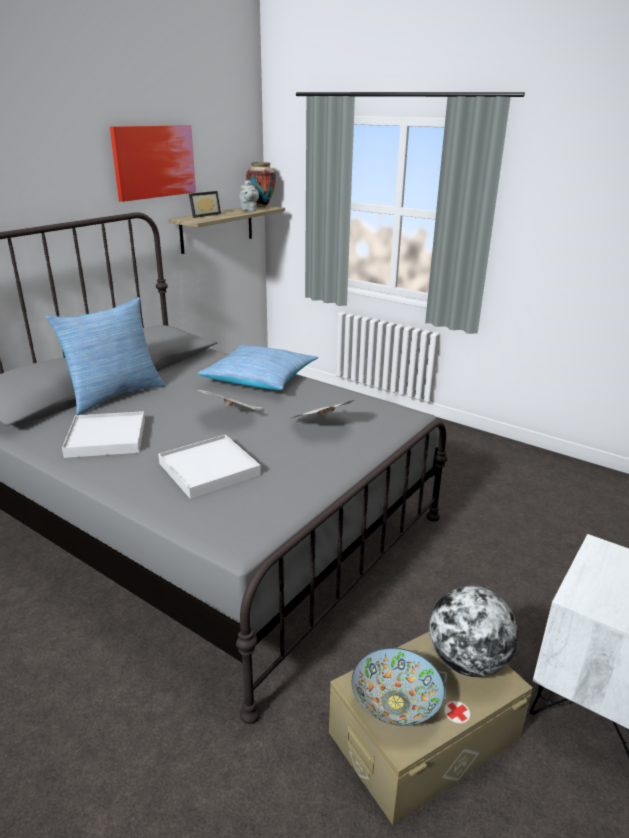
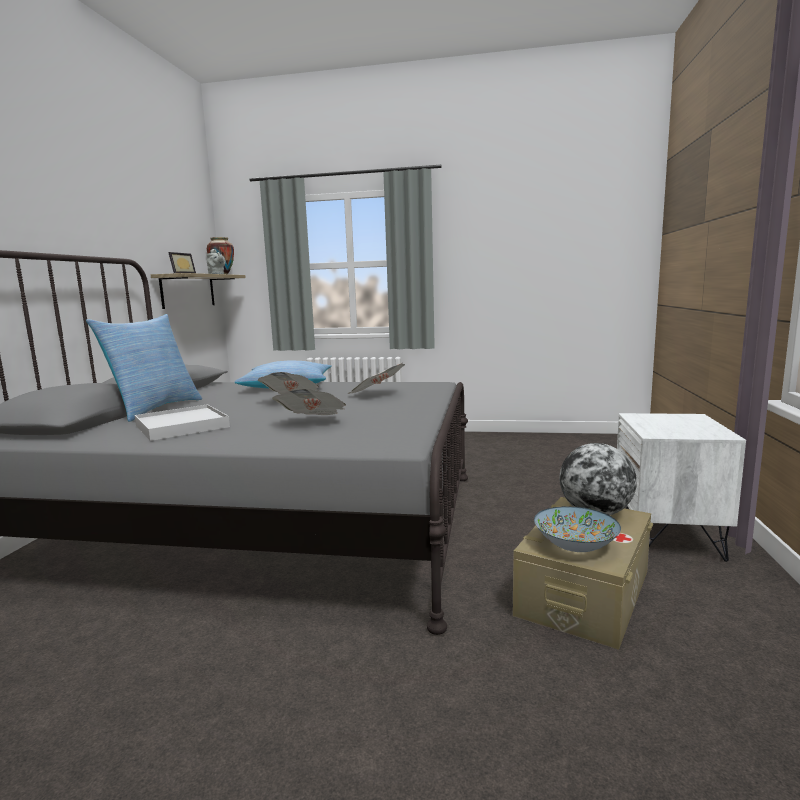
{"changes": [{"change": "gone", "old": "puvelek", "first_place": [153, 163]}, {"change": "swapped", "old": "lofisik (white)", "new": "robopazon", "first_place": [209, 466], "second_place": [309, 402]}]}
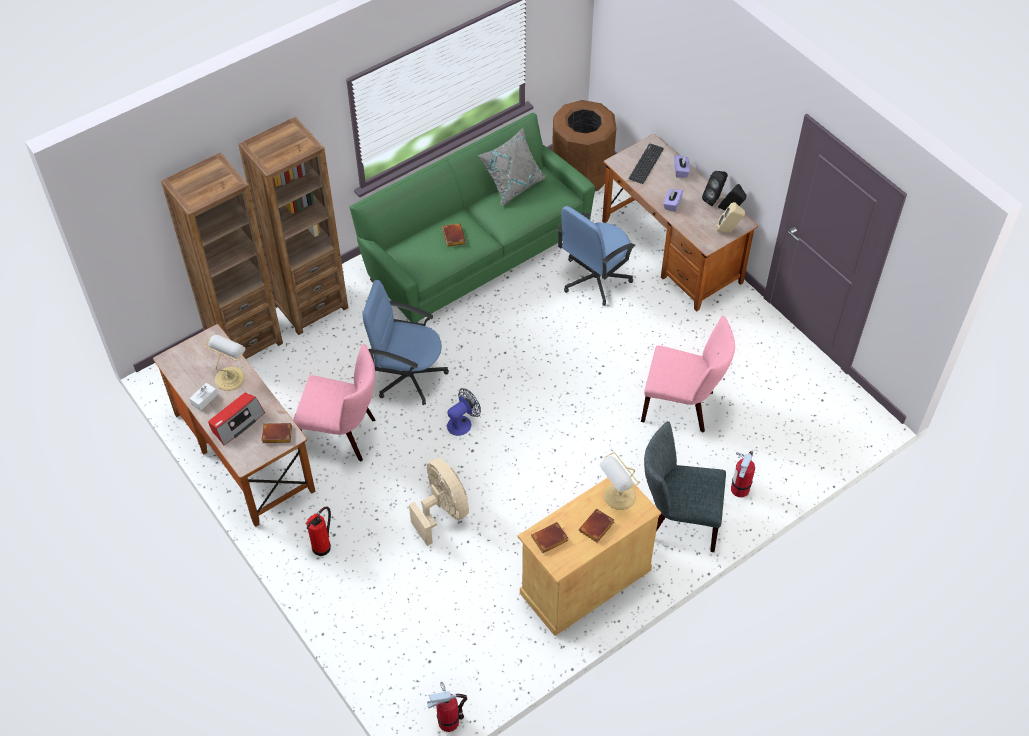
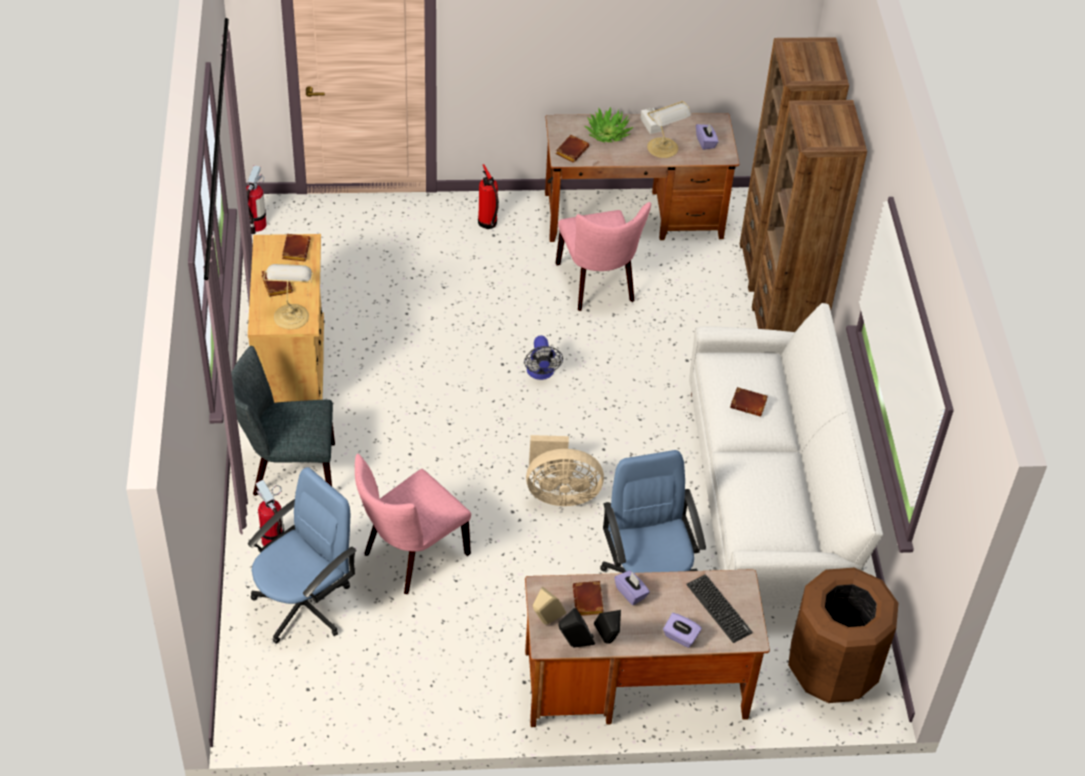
{"changes": [{"change": "gone", "old": "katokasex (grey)", "first_place": [512, 166]}, {"change": "new", "new": "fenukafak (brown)", "second_place": [588, 598]}, {"change": "new", "new": "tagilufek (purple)", "second_place": [707, 136]}, {"change": "shifted", "old": "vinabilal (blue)", "first_place": [405, 342], "second_place": [302, 555]}, {"change": "shifted", "old": "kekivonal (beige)", "first_place": [439, 502], "second_place": [565, 470]}, {"change": "swapped", "old": "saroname", "new": "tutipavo", "first_place": [236, 419], "second_place": [609, 124]}, {"change": "repainted", "old": "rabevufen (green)", "new": "rabevufen (white)", "first_place": [472, 218], "second_place": [786, 454]}, {"change": "rotated", "old": "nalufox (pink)", "first_place": [334, 403], "second_place": [603, 256], "degrees": -60}, {"change": "rotated", "old": "nalufox (grey)", "first_place": [685, 486], "second_place": [283, 421], "degrees": -135}]}
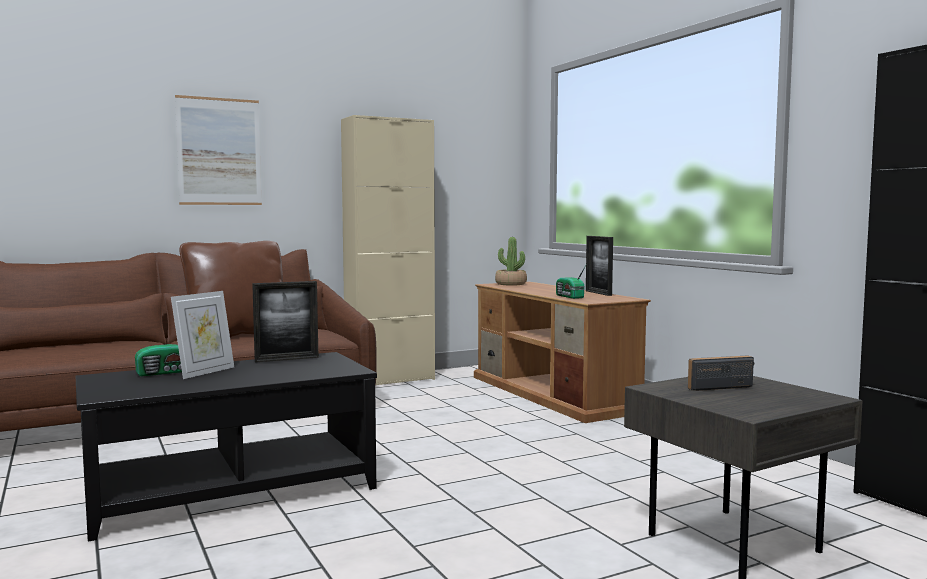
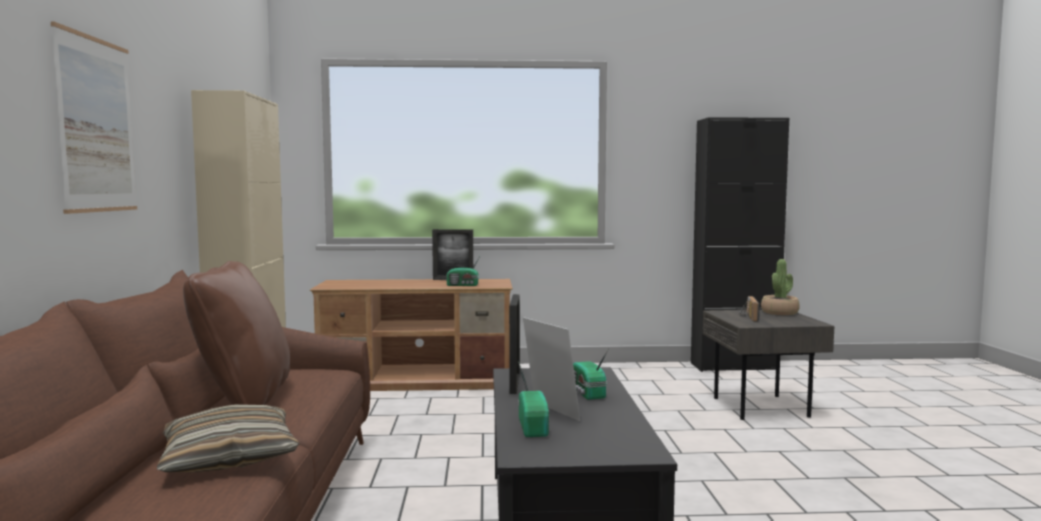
{"changes": [{"change": "new", "new": "katokasex", "second_place": [228, 438]}, {"change": "new", "new": "saroname", "second_place": [591, 374]}, {"change": "shifted", "old": "tutipavo", "first_place": [511, 261], "second_place": [780, 287]}]}
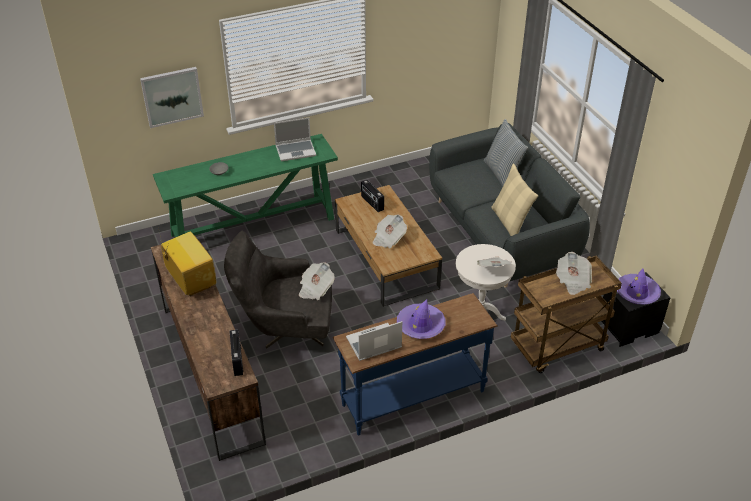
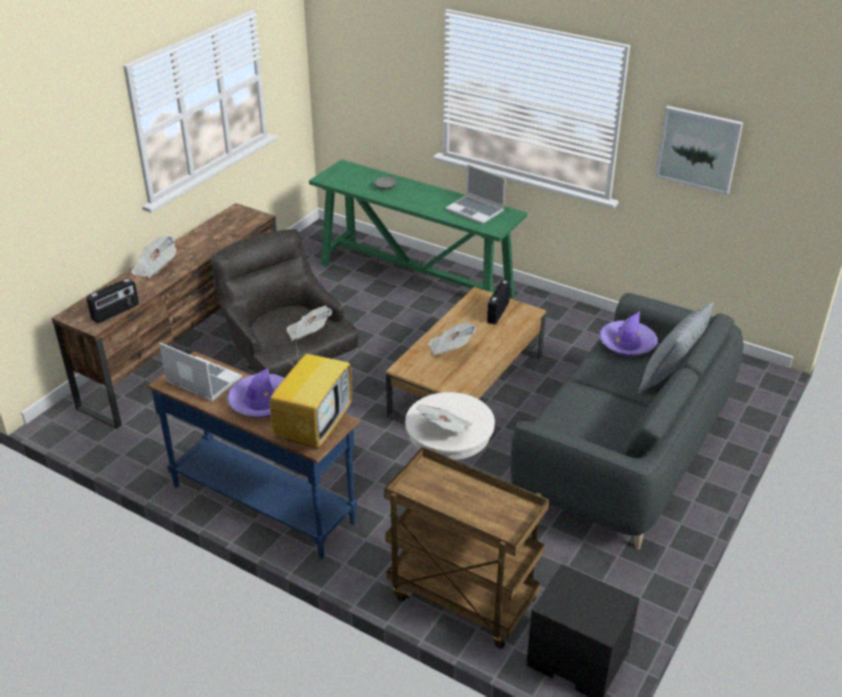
{"changes": [{"change": "gone", "old": "katokasex (beige)", "first_place": [514, 200]}, {"change": "shifted", "old": "puvelek", "first_place": [172, 97], "second_place": [699, 150]}, {"change": "shifted", "old": "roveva", "first_place": [187, 264], "second_place": [311, 389]}, {"change": "shifted", "old": "robopazon", "first_place": [574, 273], "second_place": [154, 257]}, {"change": "shifted", "old": "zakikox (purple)", "first_place": [639, 286], "second_place": [628, 333]}]}
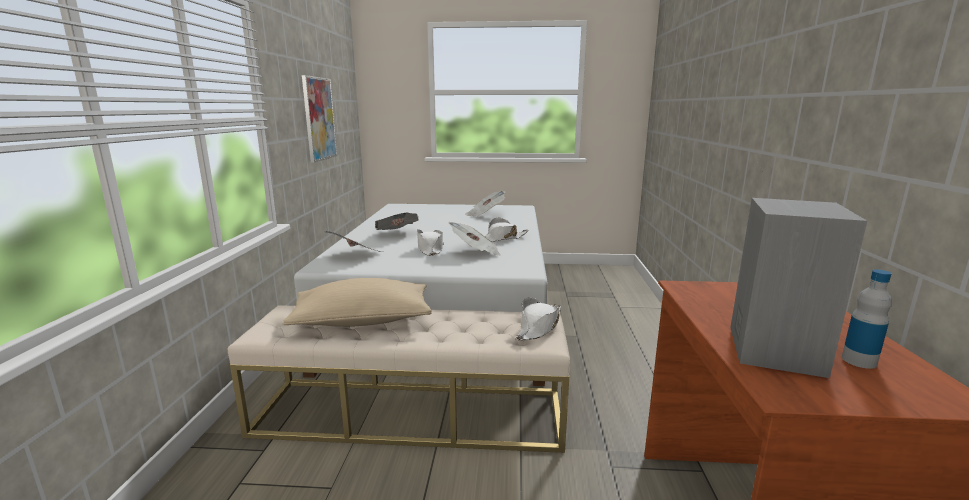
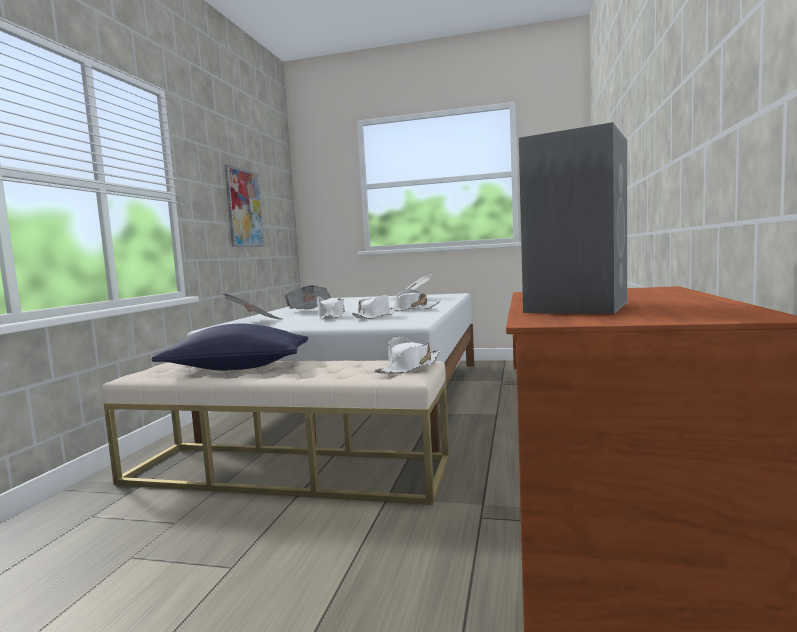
{"changes": [{"change": "gone", "old": "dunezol", "first_place": [867, 319]}, {"change": "swapped", "old": "robopazon", "new": "zakikox (white)", "first_place": [474, 239], "second_place": [374, 307]}, {"change": "repainted", "old": "katokasex (beige)", "new": "katokasex (blue)", "first_place": [357, 302], "second_place": [229, 347]}]}
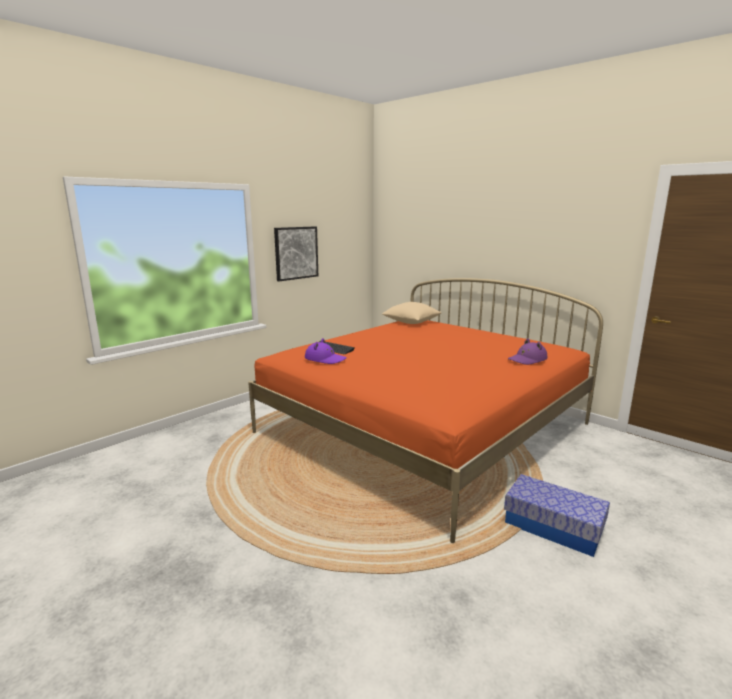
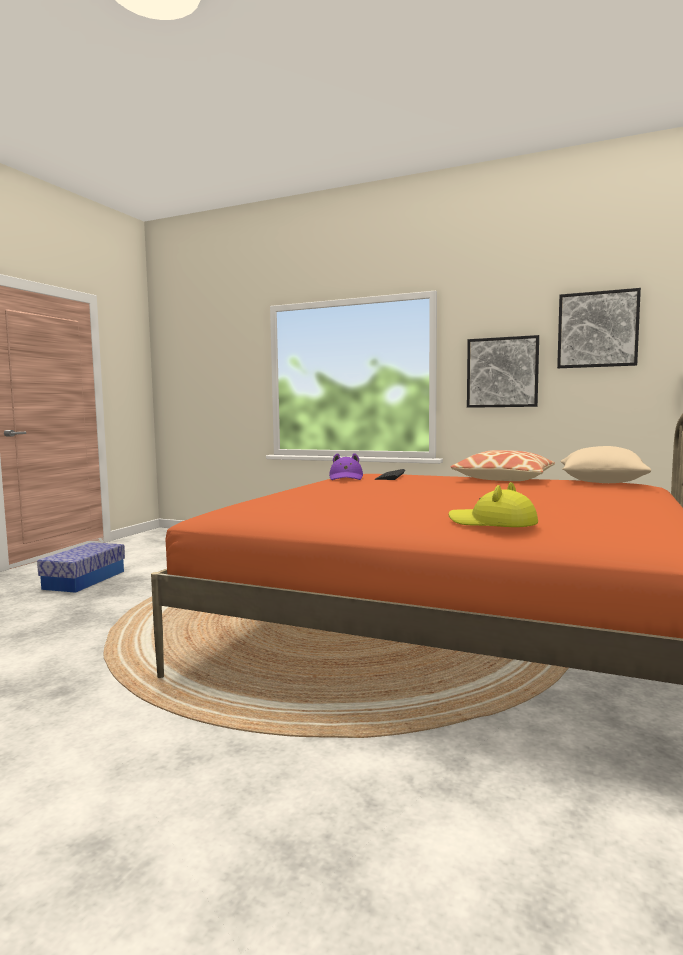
{"changes": [{"change": "new", "new": "katokasex", "second_place": [502, 465]}, {"change": "new", "new": "puvelek", "second_place": [599, 328]}, {"change": "shifted", "old": "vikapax", "first_place": [557, 515], "second_place": [81, 567]}, {"change": "repainted", "old": "zakikox (purple)", "new": "zakikox (yellow)", "first_place": [528, 352], "second_place": [493, 504]}]}
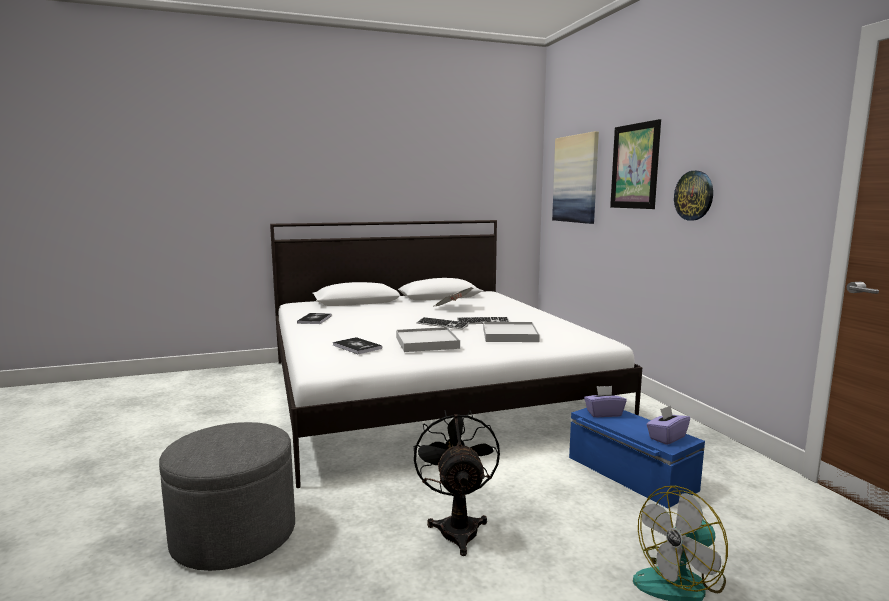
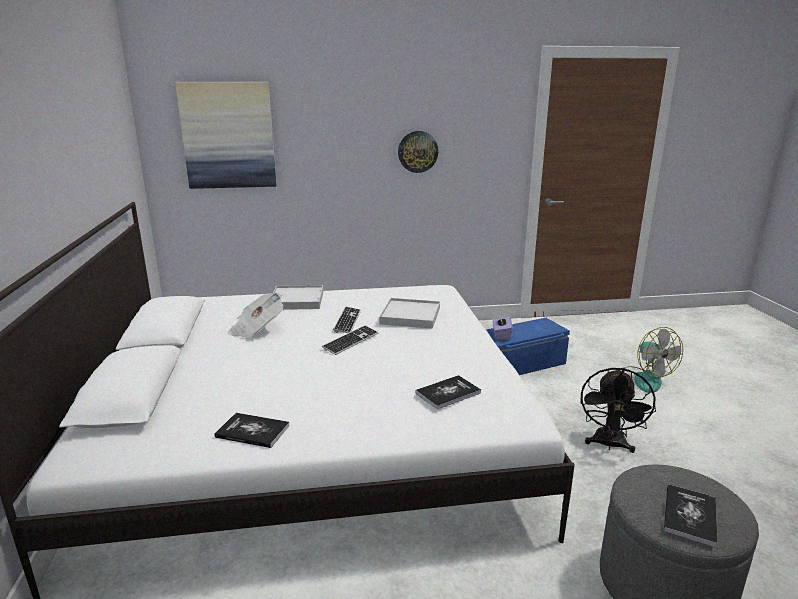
{"changes": [{"change": "gone", "old": "puvelek", "first_place": [635, 164]}, {"change": "gone", "old": "tagilufek (purple)", "first_place": [668, 425]}, {"change": "new", "new": "fenukafak", "second_place": [691, 515]}, {"change": "shifted", "old": "lofisik (white)", "first_place": [428, 339], "second_place": [298, 297]}, {"change": "rotated", "old": "kekivonal (black)", "first_place": [457, 483], "second_place": [618, 410], "degrees": -75}]}
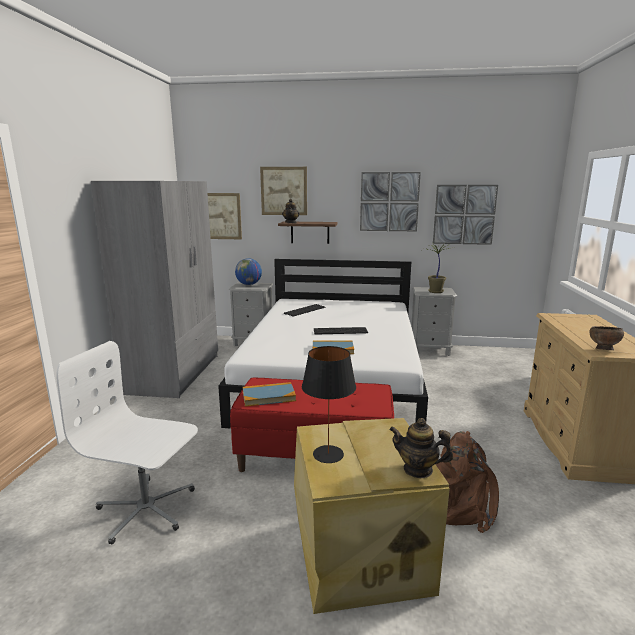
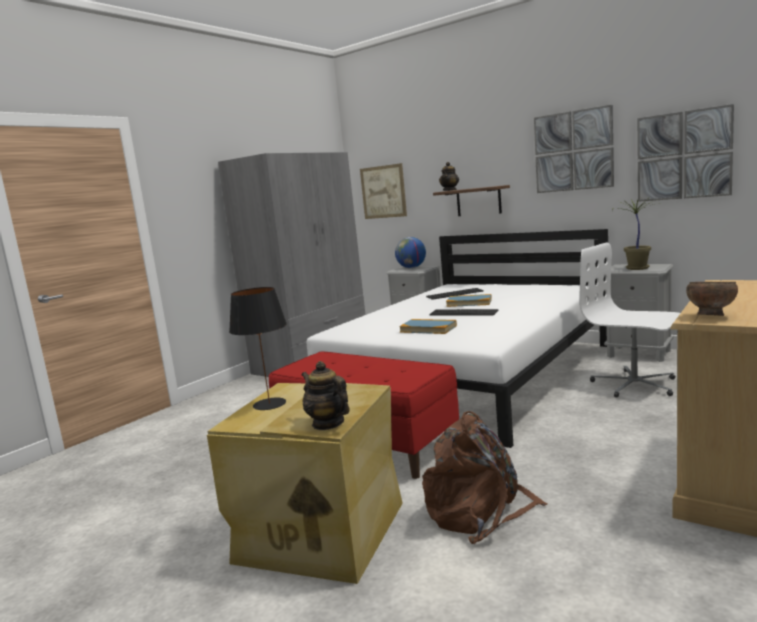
{"changes": [{"change": "gone", "old": "puvelek", "first_place": [283, 191]}, {"change": "shifted", "old": "vinabilal (white)", "first_place": [127, 443], "second_place": [630, 320]}, {"change": "shifted", "old": "fenukafak", "first_place": [269, 394], "second_place": [469, 300]}]}
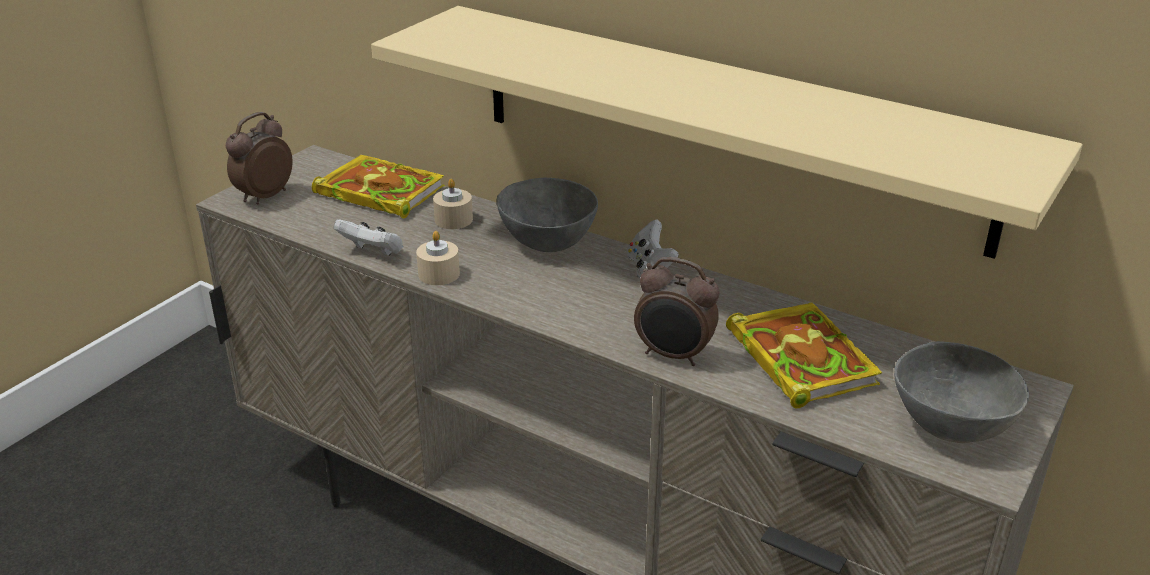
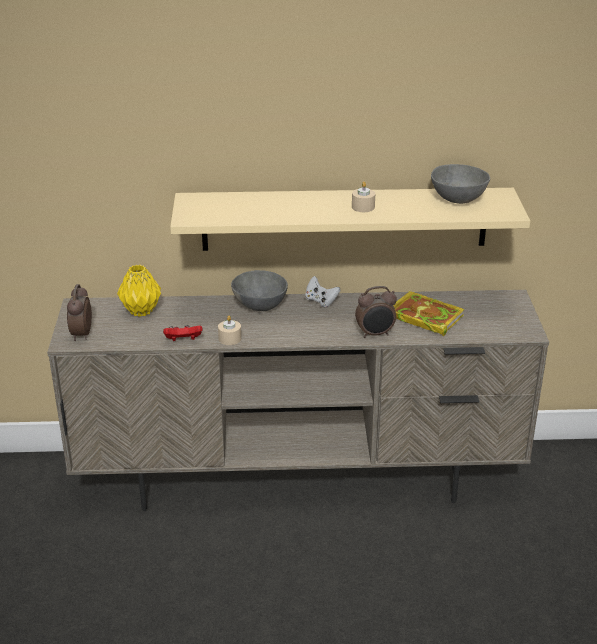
{"changes": [{"change": "shifted", "old": "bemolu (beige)", "first_place": [453, 204], "second_place": [363, 197]}, {"change": "shifted", "old": "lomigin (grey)", "first_place": [961, 392], "second_place": [460, 184]}, {"change": "swapped", "old": "fenukafak", "new": "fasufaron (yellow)", "first_place": [378, 186], "second_place": [139, 291]}, {"change": "repainted", "old": "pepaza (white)", "new": "pepaza (red)", "first_place": [368, 237], "second_place": [183, 333]}]}
